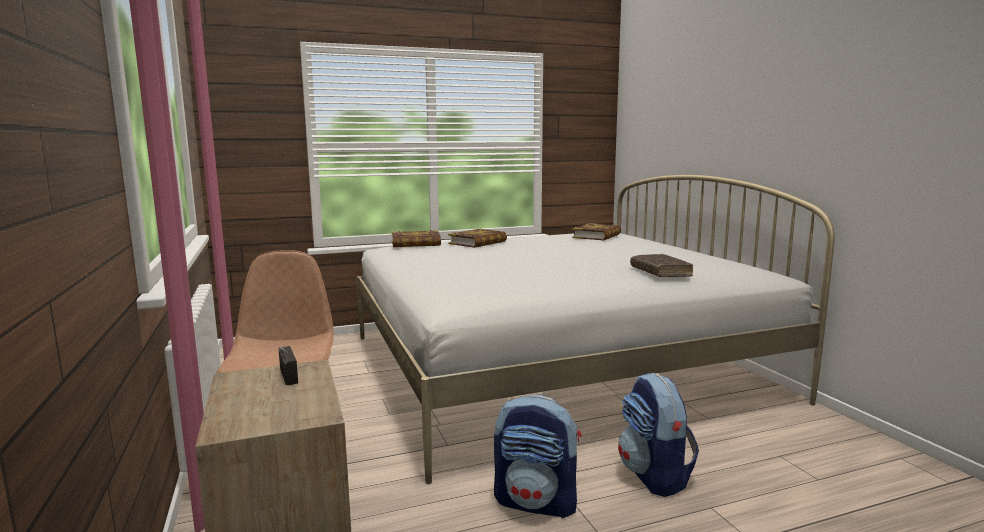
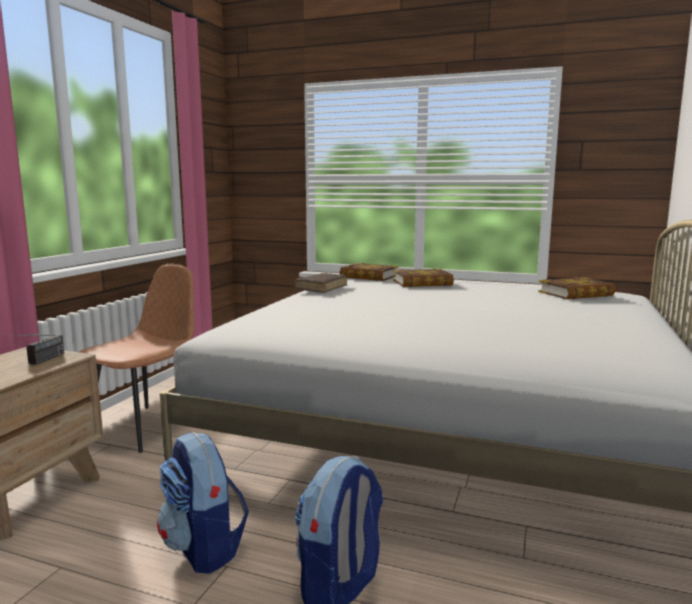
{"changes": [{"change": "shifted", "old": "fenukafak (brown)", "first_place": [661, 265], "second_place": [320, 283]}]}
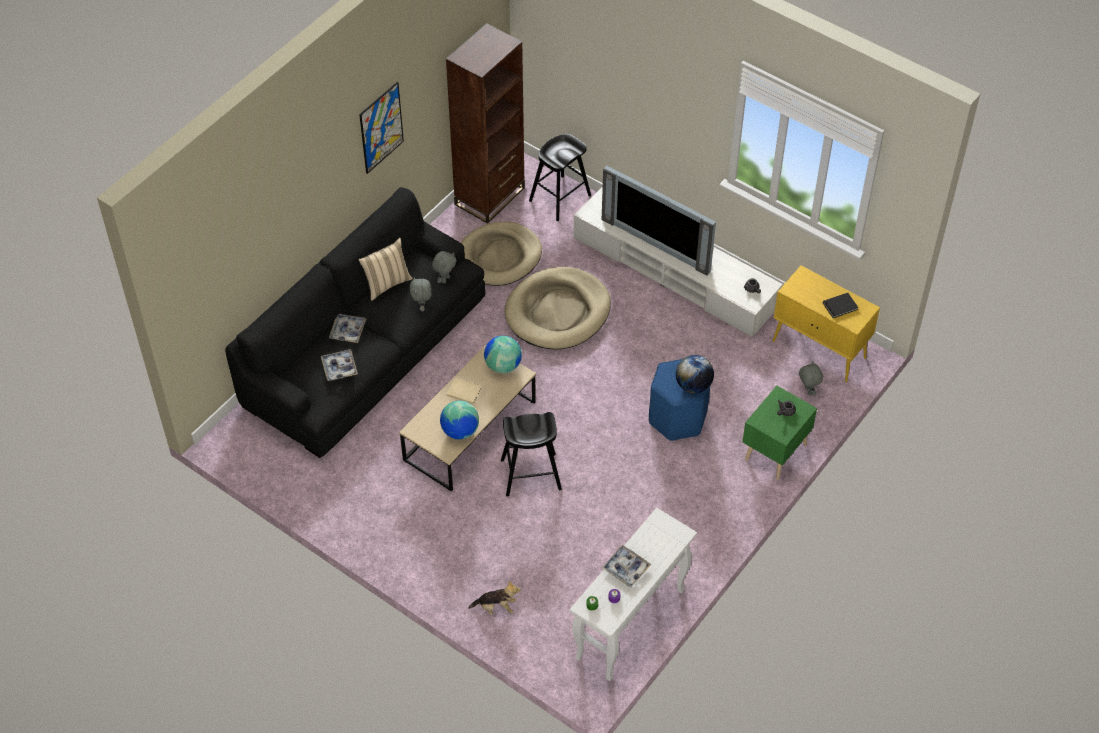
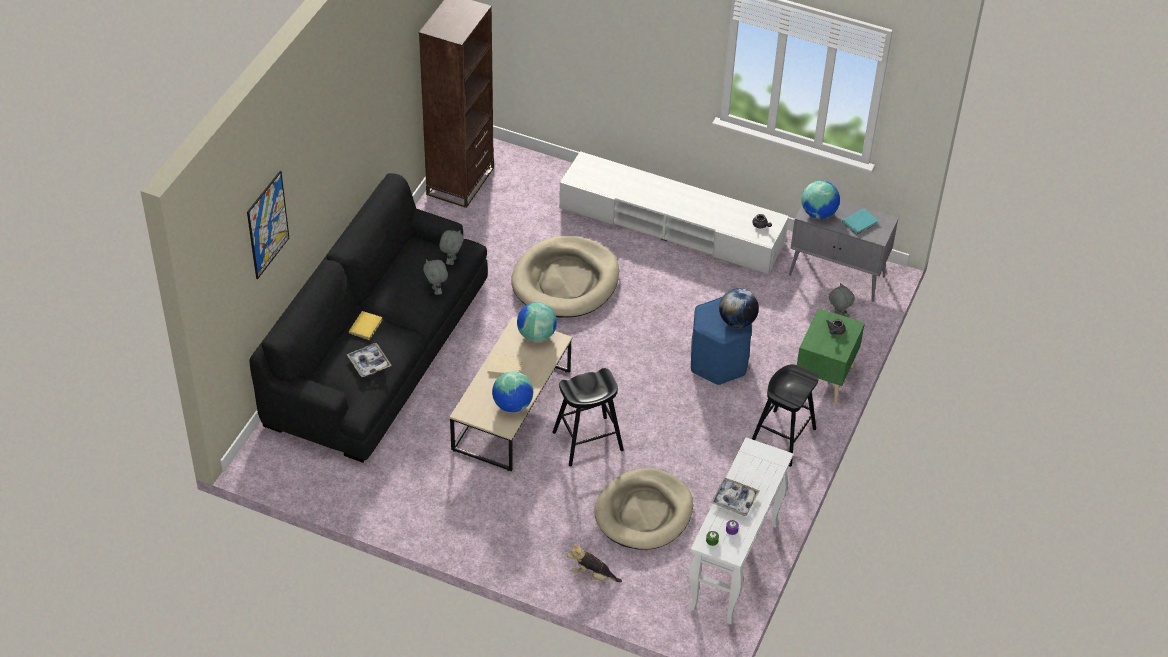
{"changes": [{"change": "gone", "old": "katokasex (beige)", "first_place": [386, 269]}, {"change": "gone", "old": "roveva", "first_place": [659, 221]}, {"change": "new", "new": "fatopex", "second_place": [821, 200]}, {"change": "shifted", "old": "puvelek", "first_place": [381, 128], "second_place": [268, 225]}, {"change": "shifted", "old": "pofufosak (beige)", "first_place": [501, 254], "second_place": [643, 509]}, {"change": "shifted", "old": "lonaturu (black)", "first_place": [560, 177], "second_place": [785, 415]}, {"change": "swapped", "old": "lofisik", "new": "fenukafak (yellow)", "first_place": [348, 328], "second_place": [365, 325]}, {"change": "repainted", "old": "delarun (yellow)", "new": "delarun (grey)", "first_place": [826, 323], "second_place": [843, 251]}, {"change": "repainted", "old": "fenukafak (black)", "new": "fenukafak (turquoise)", "first_place": [840, 305], "second_place": [860, 222]}, {"change": "rotated", "old": "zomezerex", "first_place": [494, 598], "second_place": [594, 562], "degrees": -150}]}
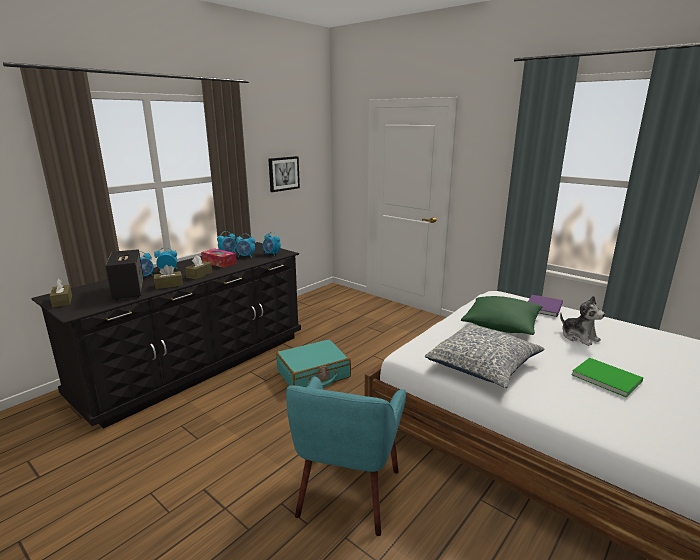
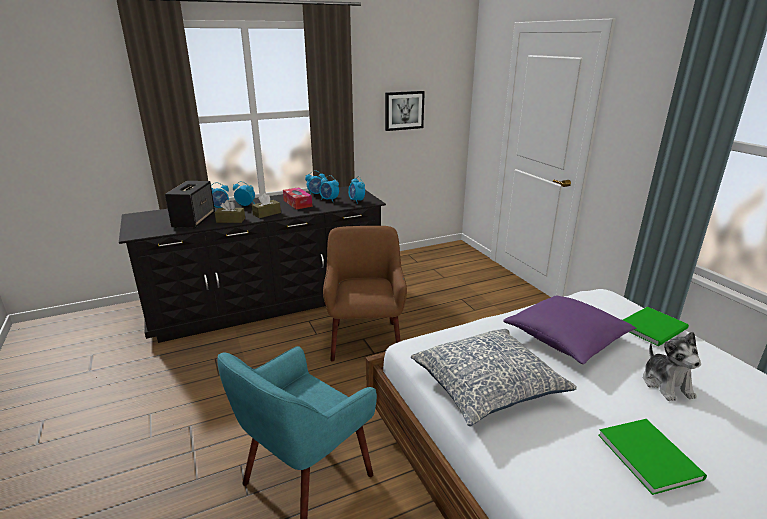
{"changes": [{"change": "gone", "old": "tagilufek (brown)", "first_place": [61, 293]}, {"change": "swapped", "old": "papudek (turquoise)", "new": "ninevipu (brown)", "first_place": [313, 363], "second_place": [365, 294]}, {"change": "repainted", "old": "katokasex (green)", "new": "katokasex (purple)", "first_place": [502, 315], "second_place": [570, 330]}, {"change": "repainted", "old": "fenukafak (purple)", "new": "fenukafak (green)", "first_place": [545, 306], "second_place": [656, 326]}]}
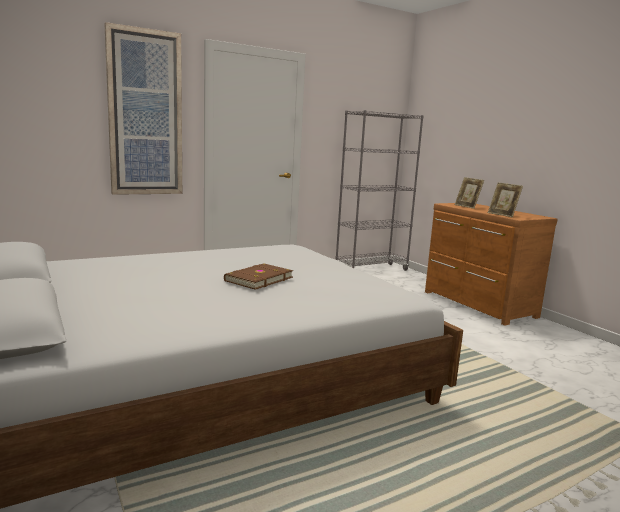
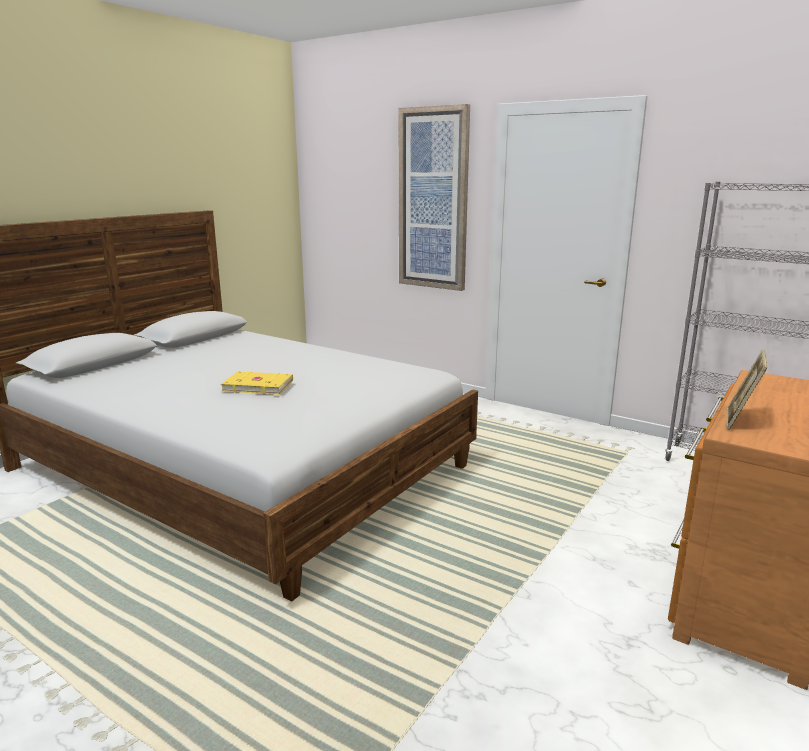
{"changes": [{"change": "gone", "old": "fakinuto", "first_place": [469, 193]}, {"change": "repainted", "old": "fenukafak (brown)", "new": "fenukafak (yellow)", "first_place": [258, 276], "second_place": [257, 383]}]}
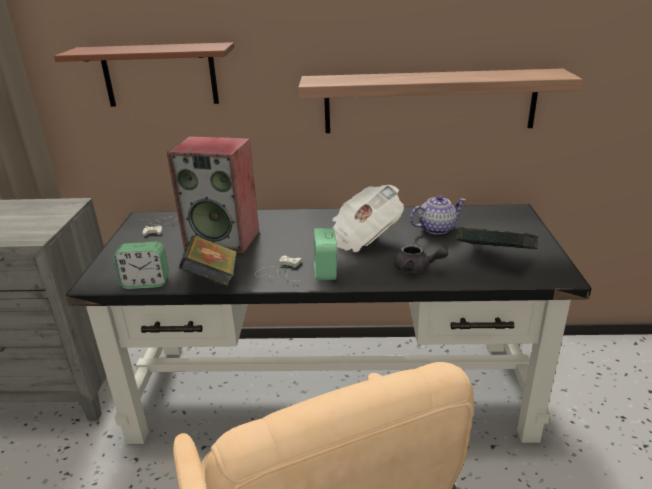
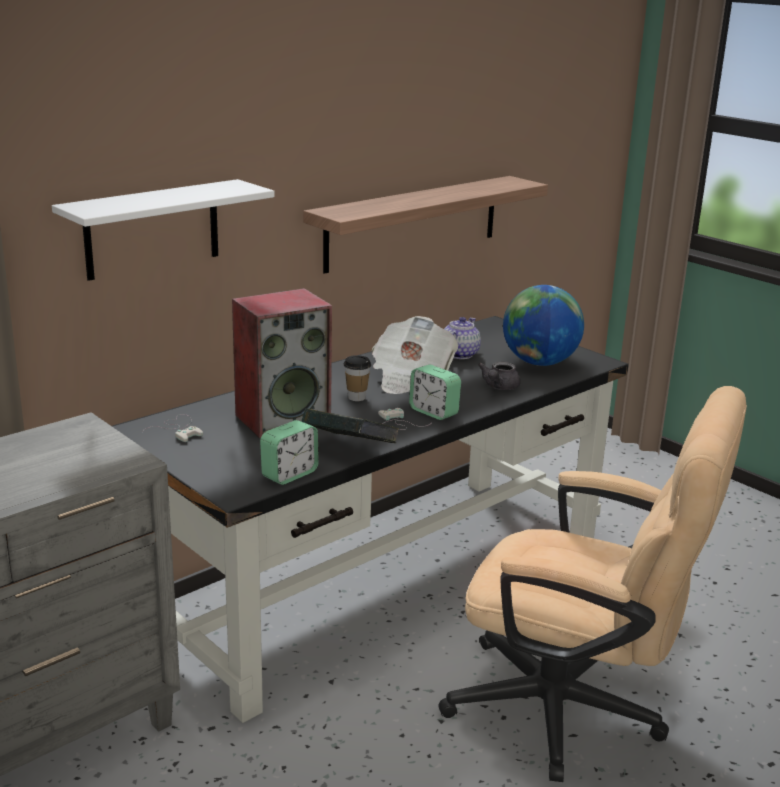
{"changes": [{"change": "new", "new": "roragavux", "second_place": [357, 378]}, {"change": "swapped", "old": "fenukafak", "new": "fatopex", "first_place": [497, 238], "second_place": [543, 325]}, {"change": "repainted", "old": "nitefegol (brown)", "new": "nitefegol (white)", "first_place": [144, 74], "second_place": [163, 230]}, {"change": "rotated", "old": "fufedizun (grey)", "first_place": [421, 258], "second_place": [499, 376], "degrees": 135}]}
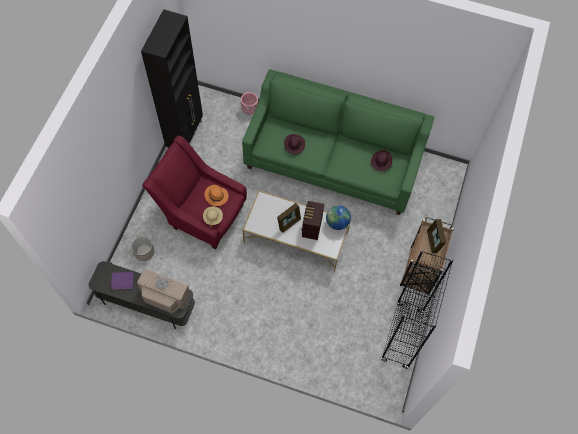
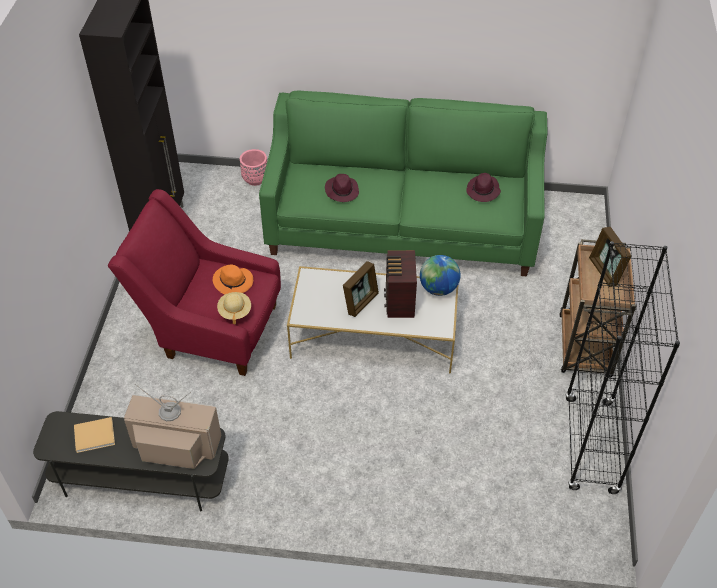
{"changes": [{"change": "gone", "old": "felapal", "first_place": [143, 249]}, {"change": "repainted", "old": "fenukafak (purple)", "new": "fenukafak (beige)", "first_place": [122, 281], "second_place": [94, 435]}]}
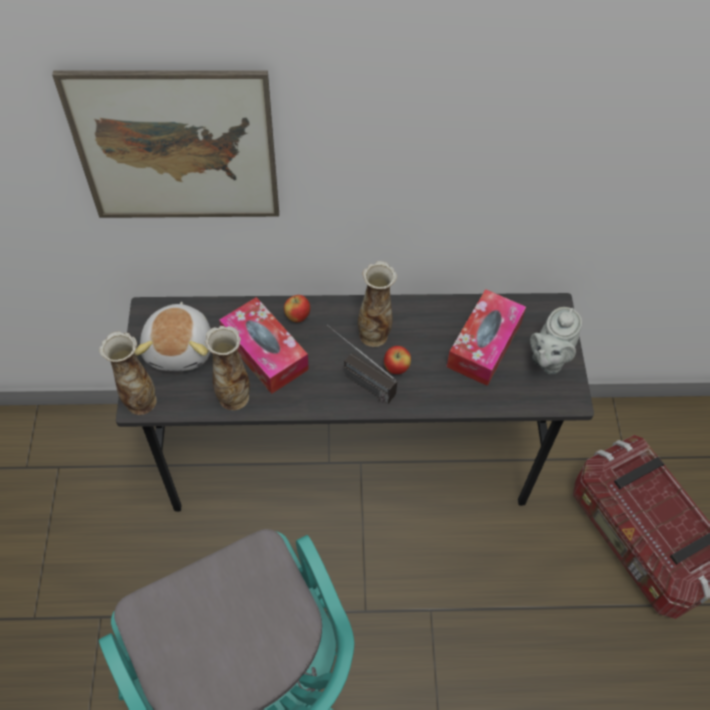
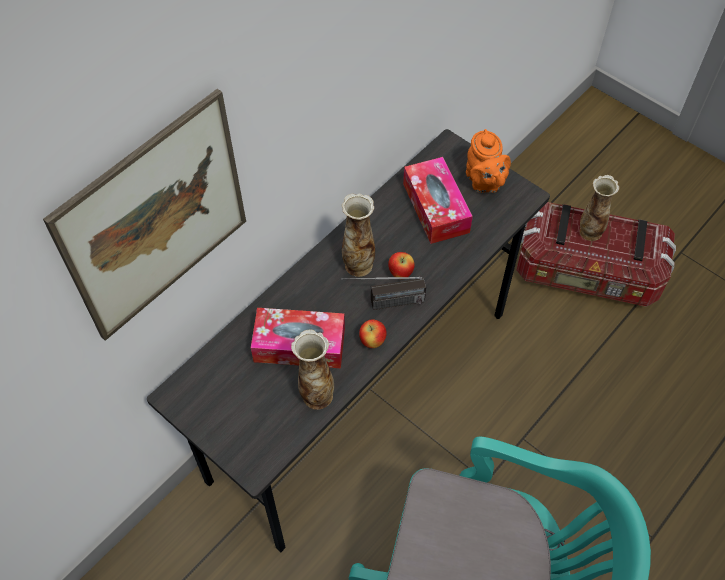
{"changes": [{"change": "gone", "old": "zomezerex", "first_place": [172, 336]}, {"change": "shifted", "old": "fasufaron", "first_place": [128, 373], "second_place": [599, 208]}, {"change": "shifted", "old": "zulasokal", "first_place": [297, 309], "second_place": [373, 333]}, {"change": "repainted", "old": "fufedizun (grey)", "new": "fufedizun (orange)", "first_place": [556, 340], "second_place": [488, 161]}]}
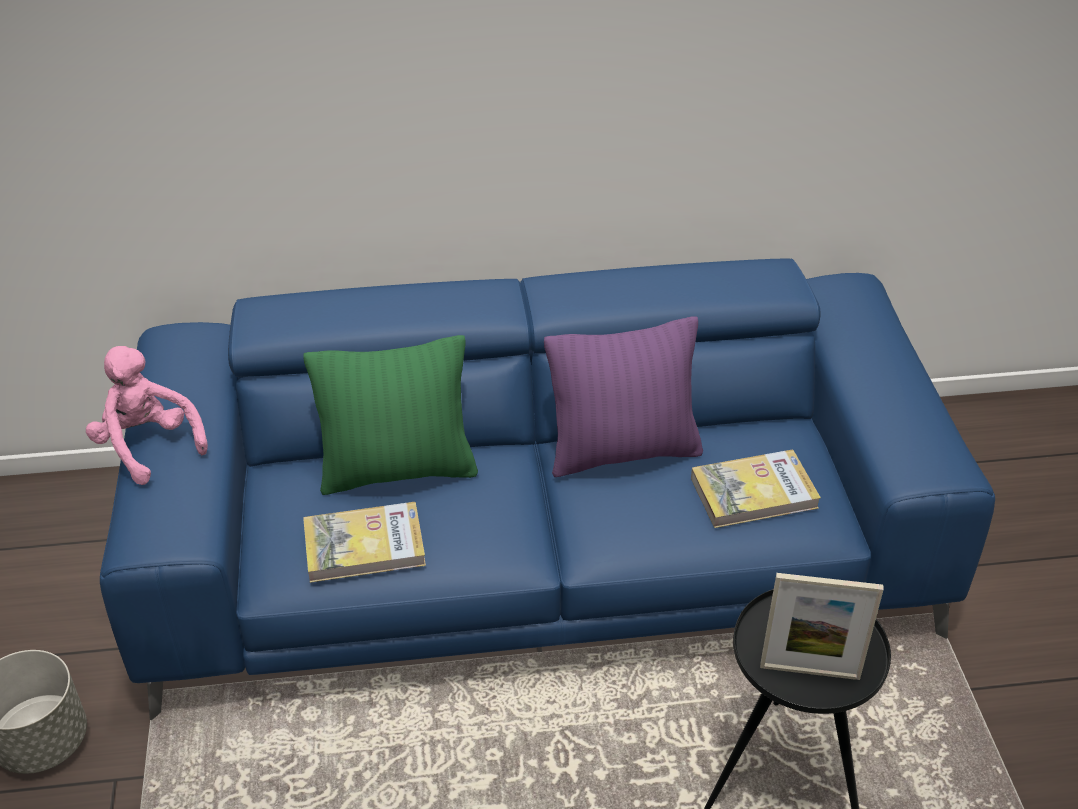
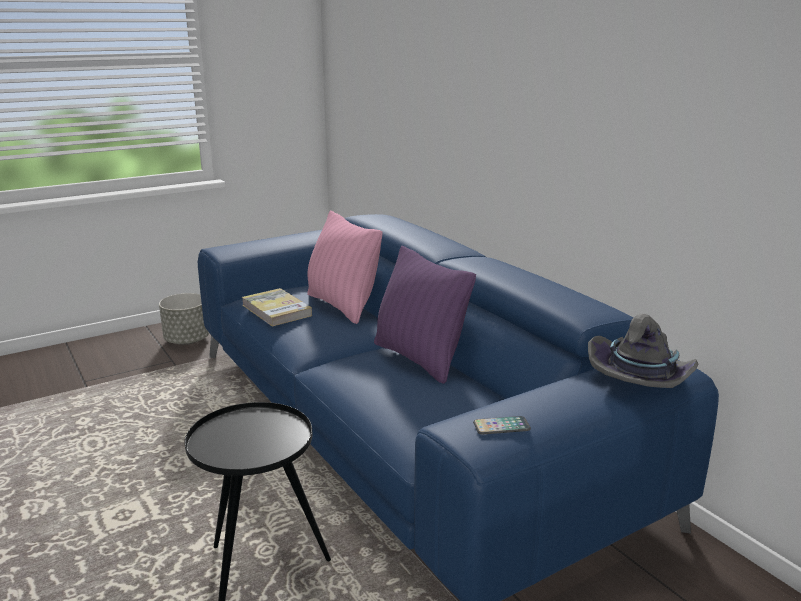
{"changes": [{"change": "gone", "old": "zomezerex (pink)", "first_place": [147, 415]}, {"change": "gone", "old": "fenukafak", "first_place": [756, 488]}, {"change": "gone", "old": "fakinuto", "first_place": [822, 626]}, {"change": "new", "new": "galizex", "second_place": [502, 425]}, {"change": "new", "new": "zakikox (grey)", "second_place": [643, 351]}, {"change": "repainted", "old": "katokasex (green)", "new": "katokasex (pink)", "first_place": [390, 415], "second_place": [344, 267]}]}
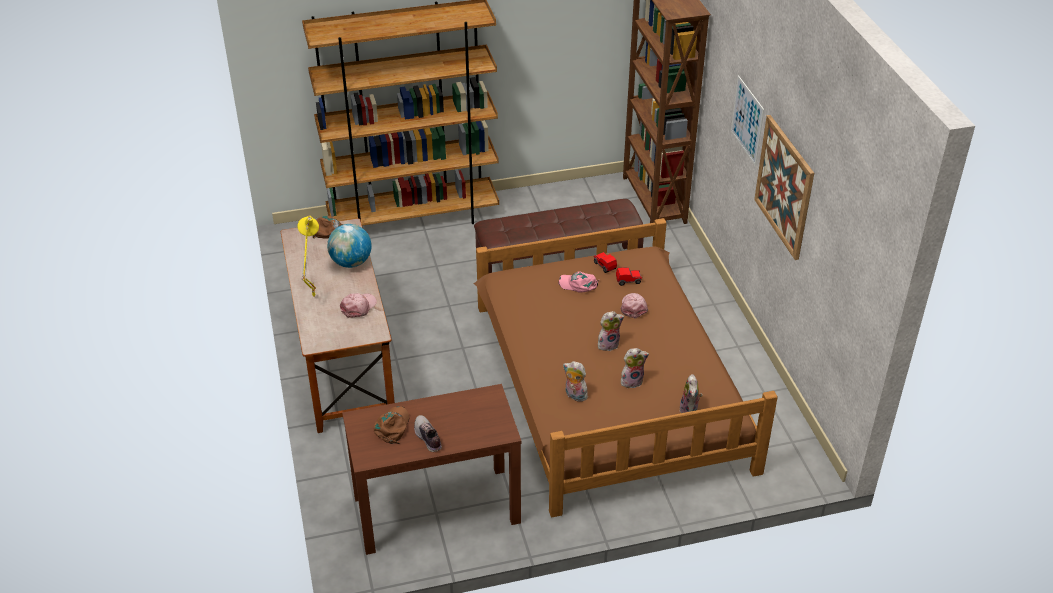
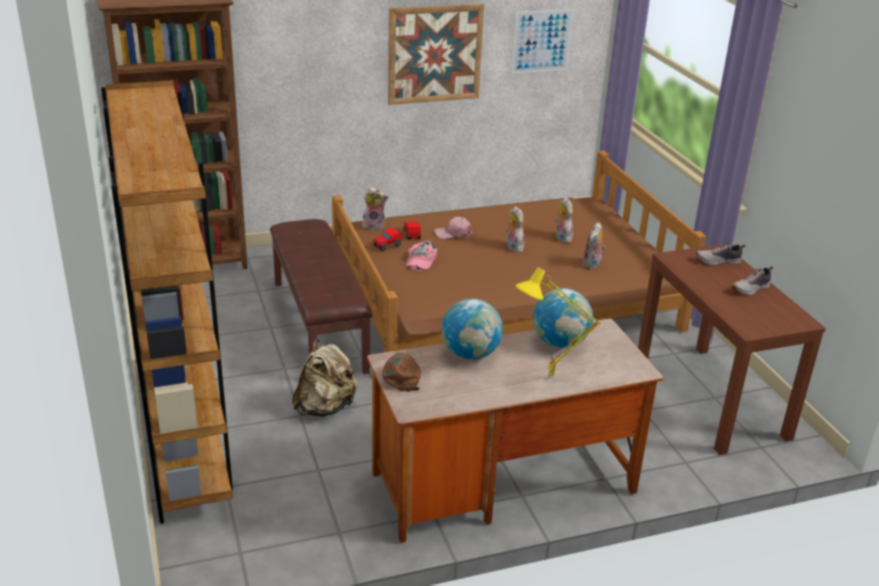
{"changes": [{"change": "gone", "old": "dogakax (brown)", "first_place": [392, 425]}, {"change": "new", "new": "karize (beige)", "second_place": [325, 378]}, {"change": "new", "new": "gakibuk", "second_place": [721, 254]}, {"change": "shifted", "old": "zomezerex", "first_place": [690, 393], "second_place": [375, 208]}, {"change": "shifted", "old": "puvelek", "first_place": [747, 121], "second_place": [542, 41]}, {"change": "swapped", "old": "dogakax (pink)", "new": "fatopex", "first_place": [358, 305], "second_place": [563, 318]}]}
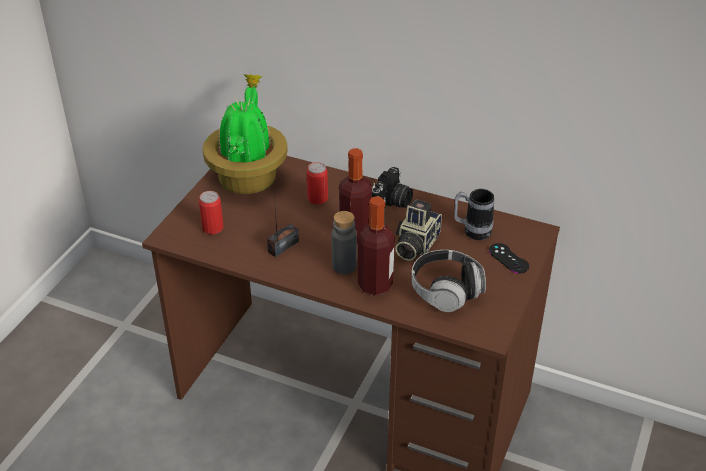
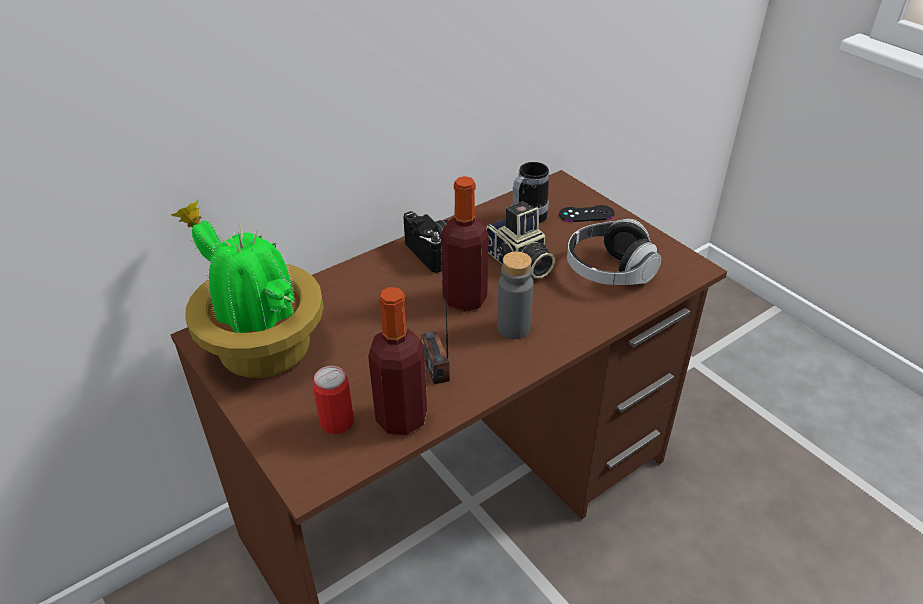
{"changes": [{"change": "gone", "old": "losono", "first_place": [317, 183]}, {"change": "shifted", "old": "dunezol", "first_place": [376, 246], "second_place": [397, 361]}]}
